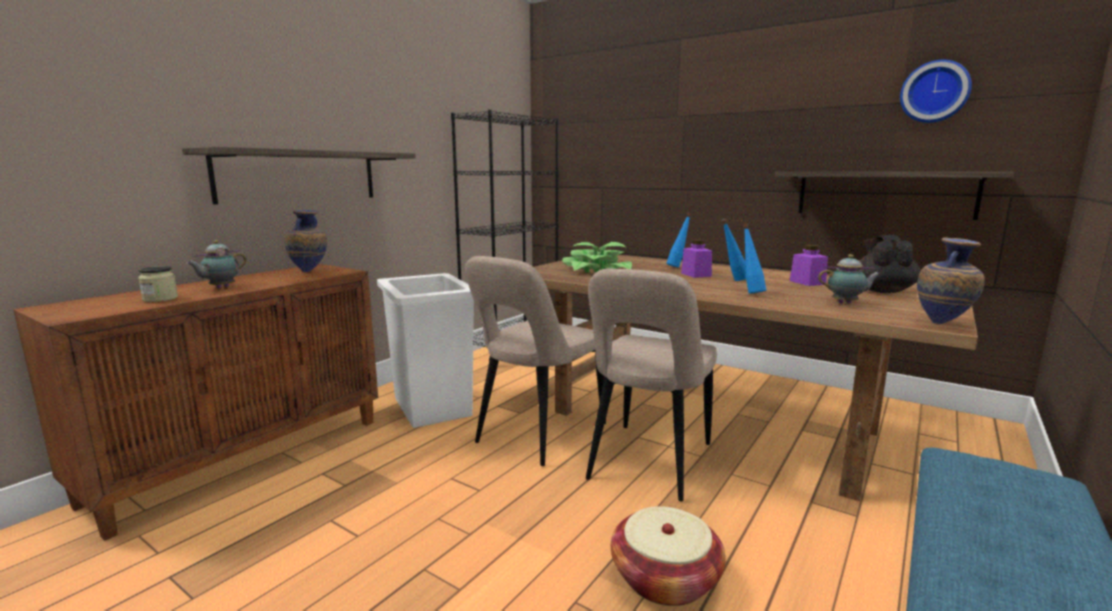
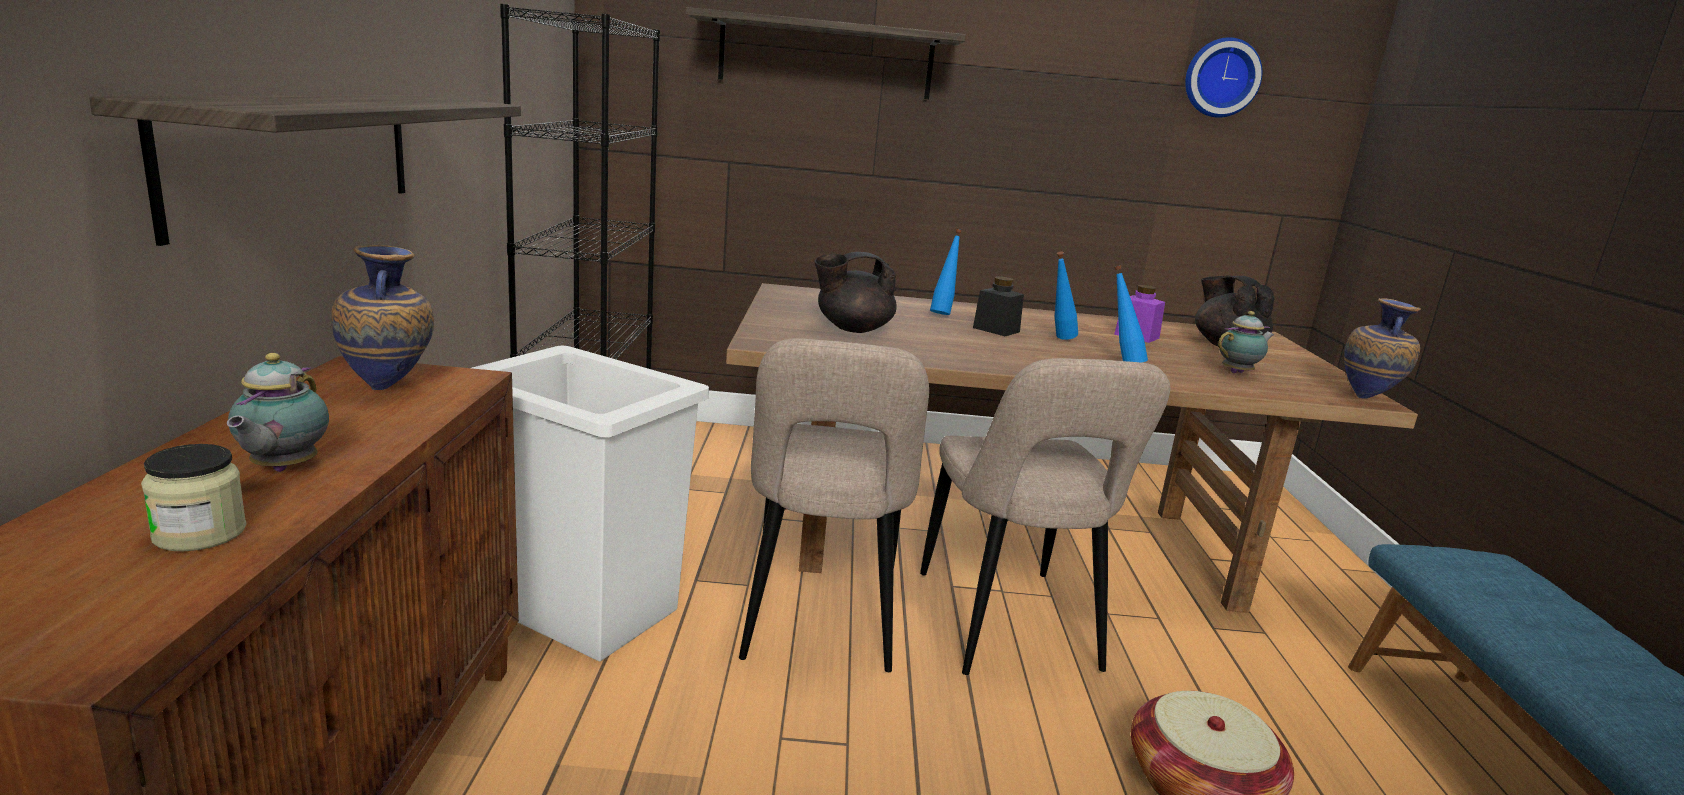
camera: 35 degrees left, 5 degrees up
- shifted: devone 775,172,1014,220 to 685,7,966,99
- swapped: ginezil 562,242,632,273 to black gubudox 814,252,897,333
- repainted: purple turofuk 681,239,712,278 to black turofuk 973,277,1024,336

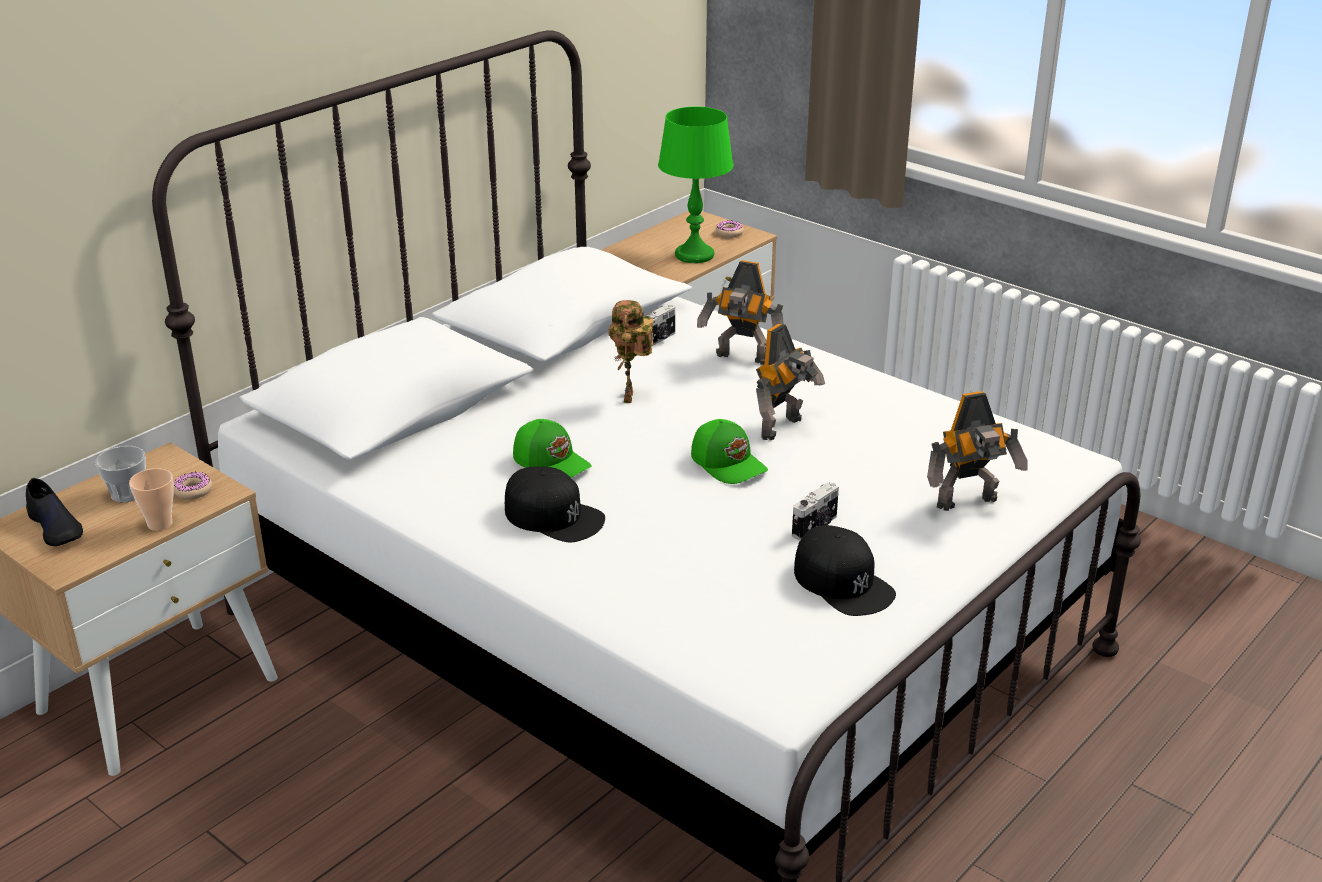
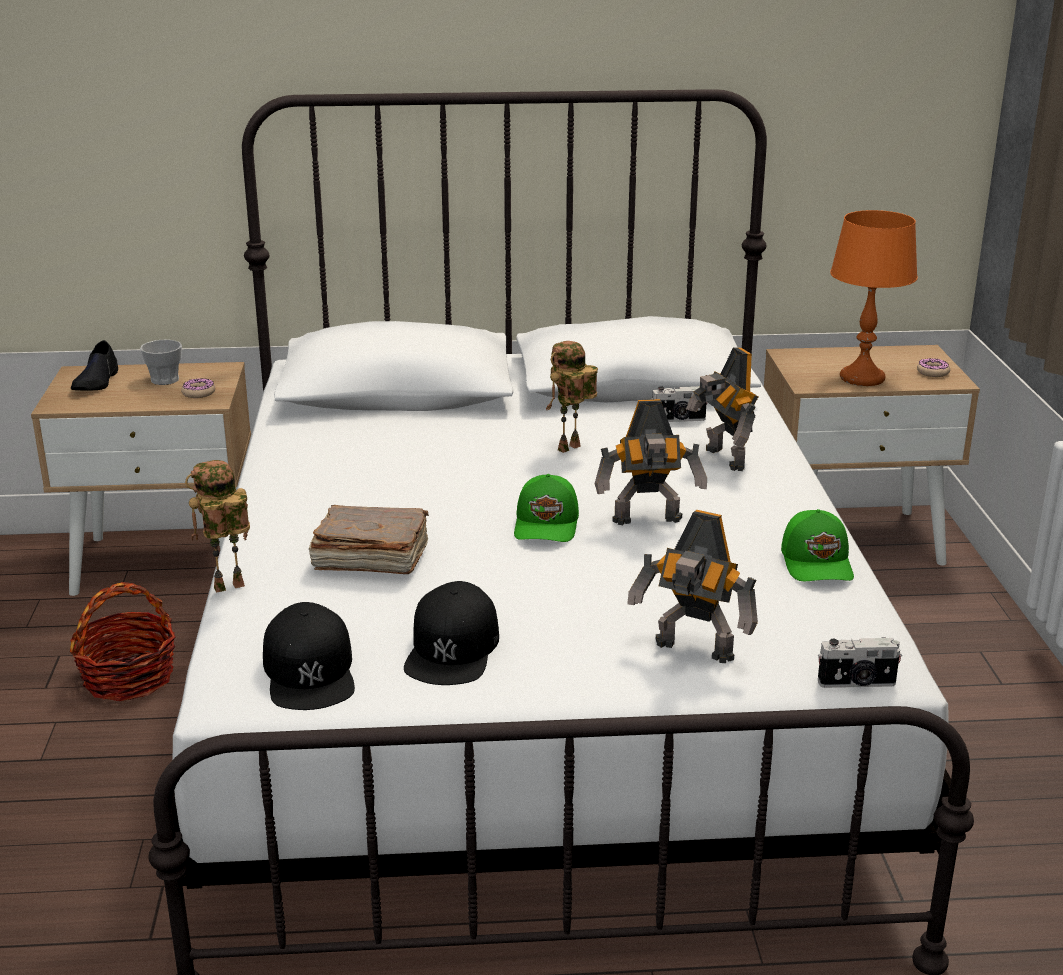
camera: 45 degrees right, 5 degrees down
- new: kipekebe 70,582,175,701
- new: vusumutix 185,460,250,593
- shifted: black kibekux 505,467,605,542 to 263,602,355,710
- new: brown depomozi 309,505,429,574
- shifted: green kibekux 513,419,592,478 to 781,509,854,581
- shifted: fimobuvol 792,482,839,540 to 818,637,902,688
- repainted: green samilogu 658,107,734,263 to orange samilogu 830,210,918,386
- gone: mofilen 129,468,174,531

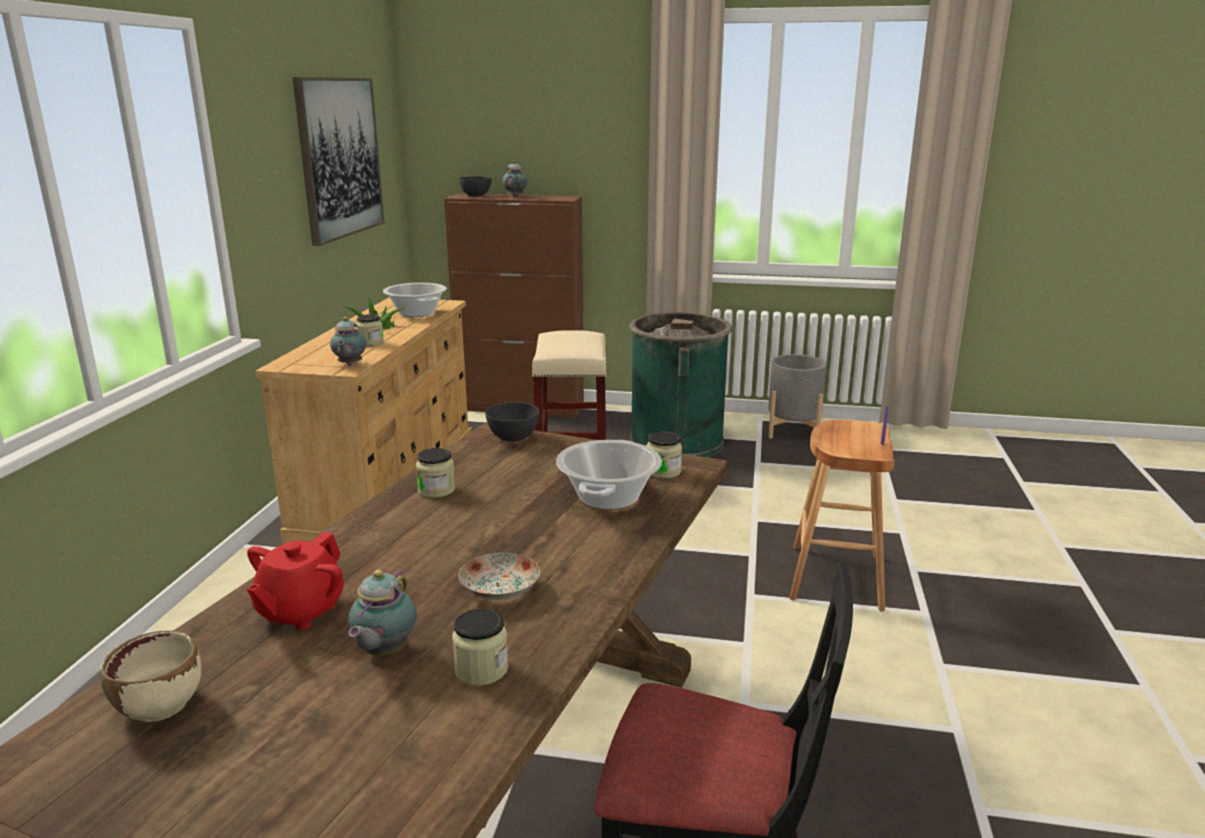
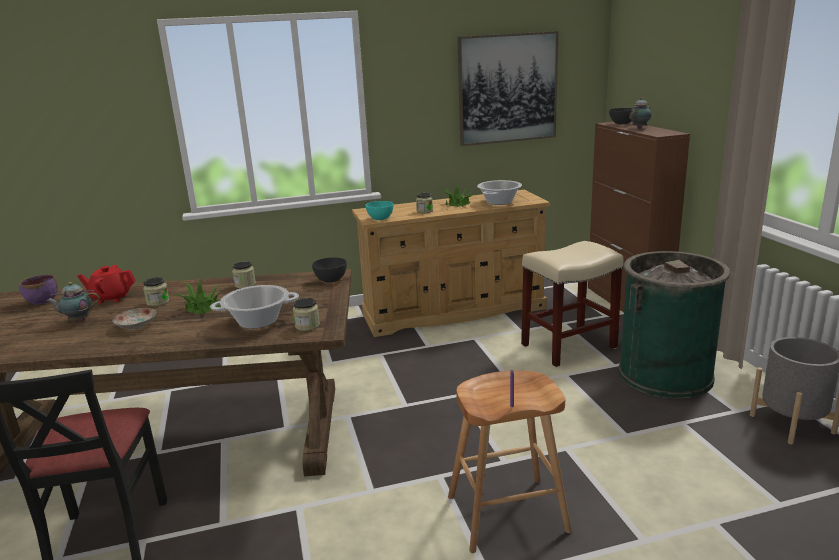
camera: 65 degrees right, 0 degrees up
- repainted: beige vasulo 100,631,201,722 to purple vasulo 19,274,58,304
- shifted: turofuk 452,609,508,686 to 143,277,170,306
- new: ginezil 175,277,221,314
- swapped: gubudox 330,317,366,366 to turquoise vasulo 365,201,393,220

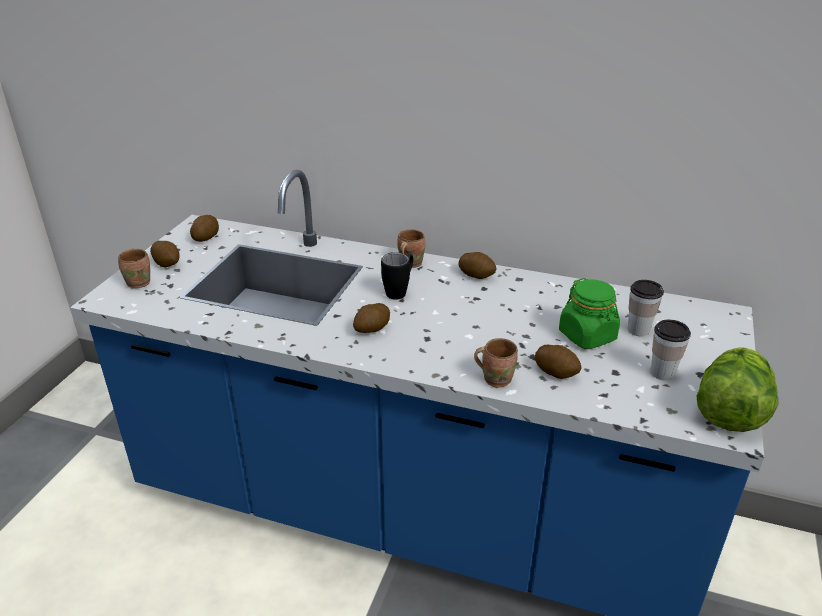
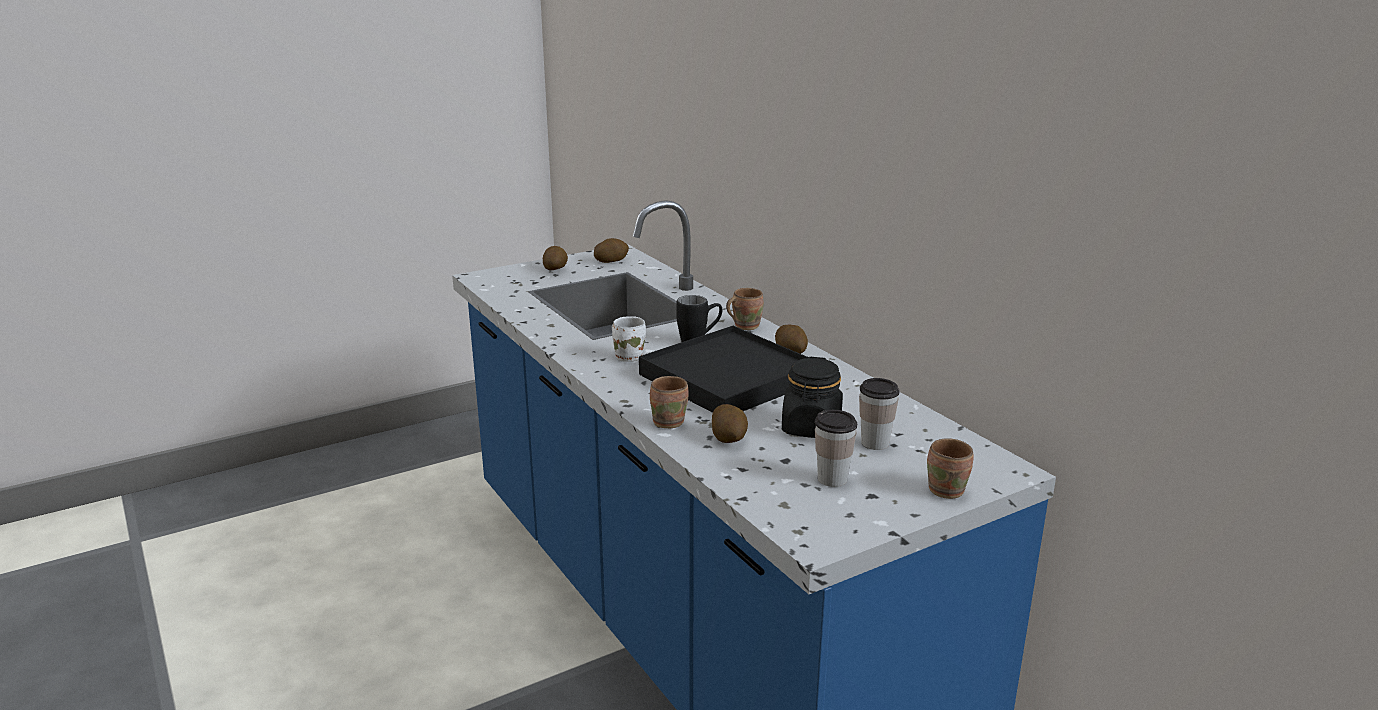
camera: 40 degrees right, 10 degrees down
- swapped: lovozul 353,303,390,333 to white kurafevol 612,316,646,362
- new: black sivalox 639,326,809,413
- repainted: green turofuk 559,278,620,349 to black turofuk 782,357,843,438
- shifted: brown kurafevol 118,249,150,288 to 927,438,973,499
- gone: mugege 696,347,778,432

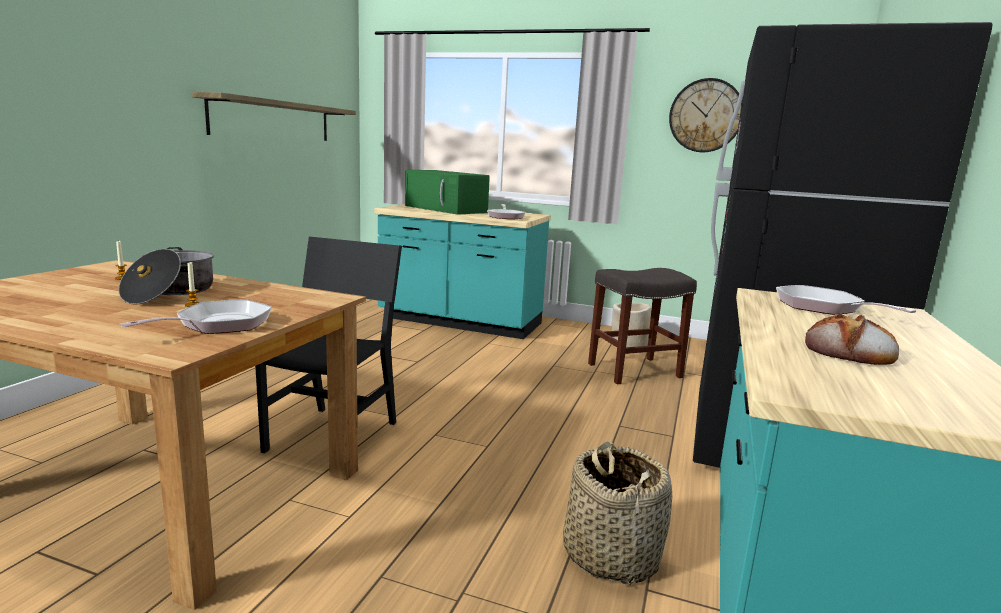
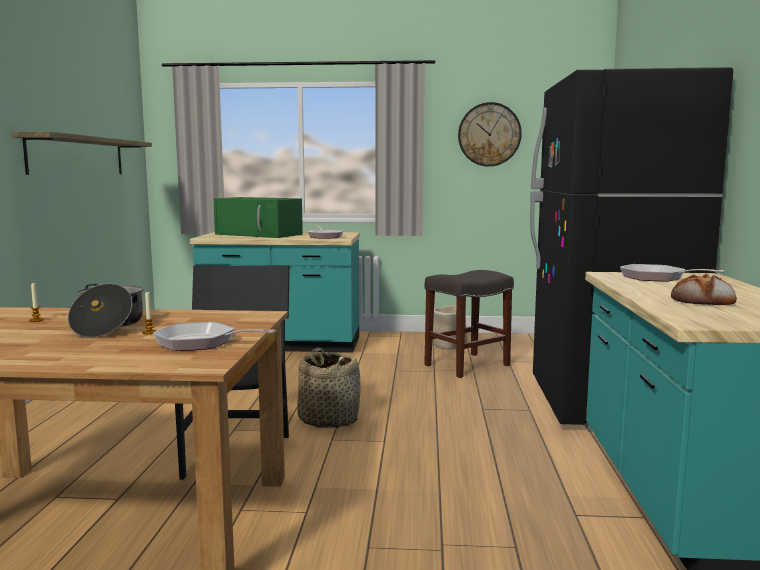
camera: 15 degrees left, 5 degrees down
- rotated: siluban 120,299,272,334 = 153,322,277,351 90 degrees counterclockwise
- shifted: kipekebe 563,441,672,585 to 297,347,361,428

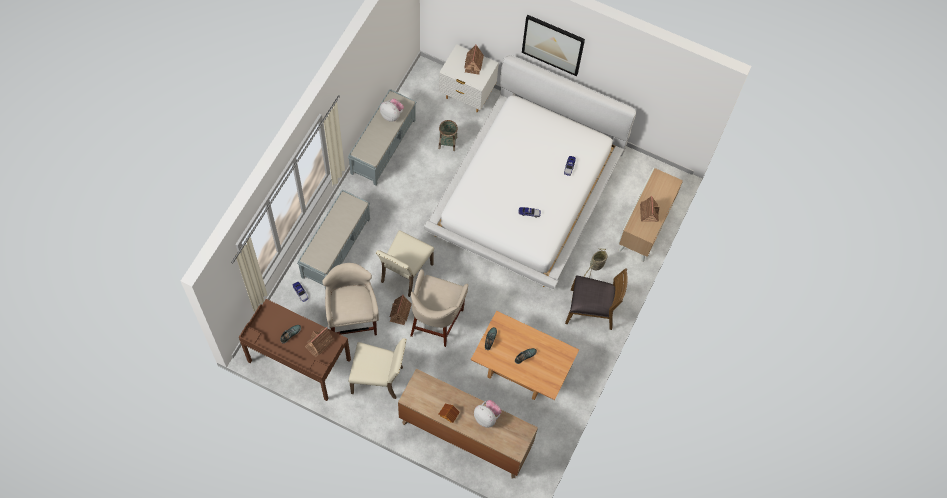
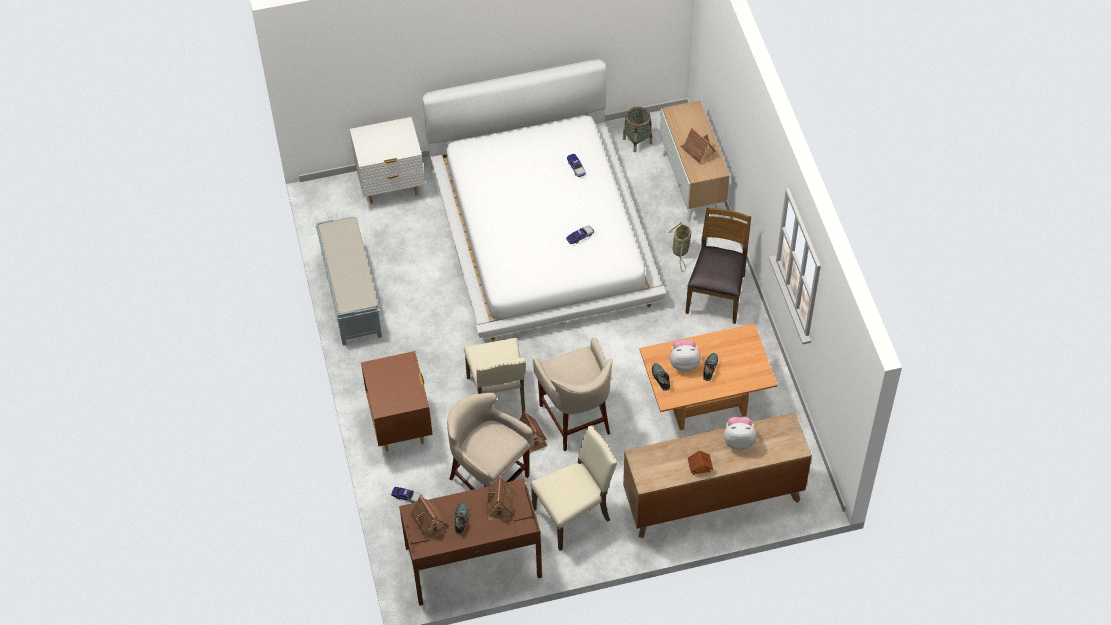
camera: 35 degrees left, 10 degrees down
- swapped: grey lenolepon 297,189,370,289 to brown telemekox 361,351,432,452
- shifted: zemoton 464,44,484,75 to 410,496,448,539
- shifted: kipekebe 438,120,458,151 to 623,107,652,152
- shifted: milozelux 380,98,404,122 to 670,340,701,372
- rotated: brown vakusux 565,268,628,330 = 685,208,751,324 45 degrees counterclockwise
- gone: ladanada 522,15,585,76

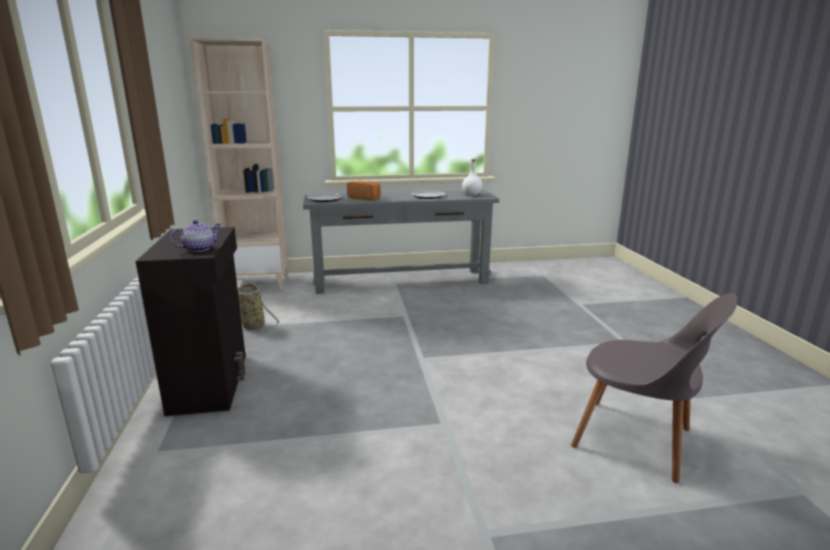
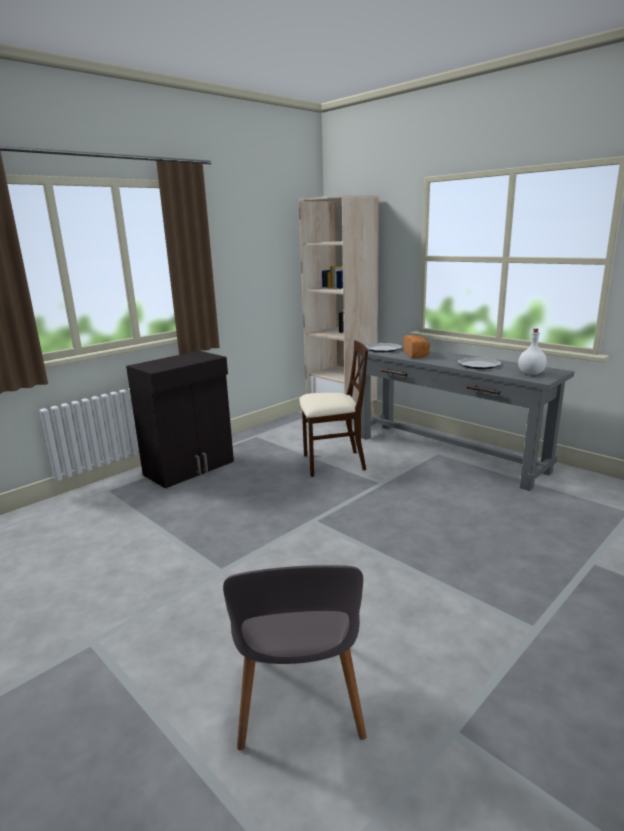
camera: 55 degrees right, 0 degrees up
- new: beige vakusux 299,340,368,477
- gone: gubudox 170,220,221,252
- gone: kipekebe 238,283,279,333

